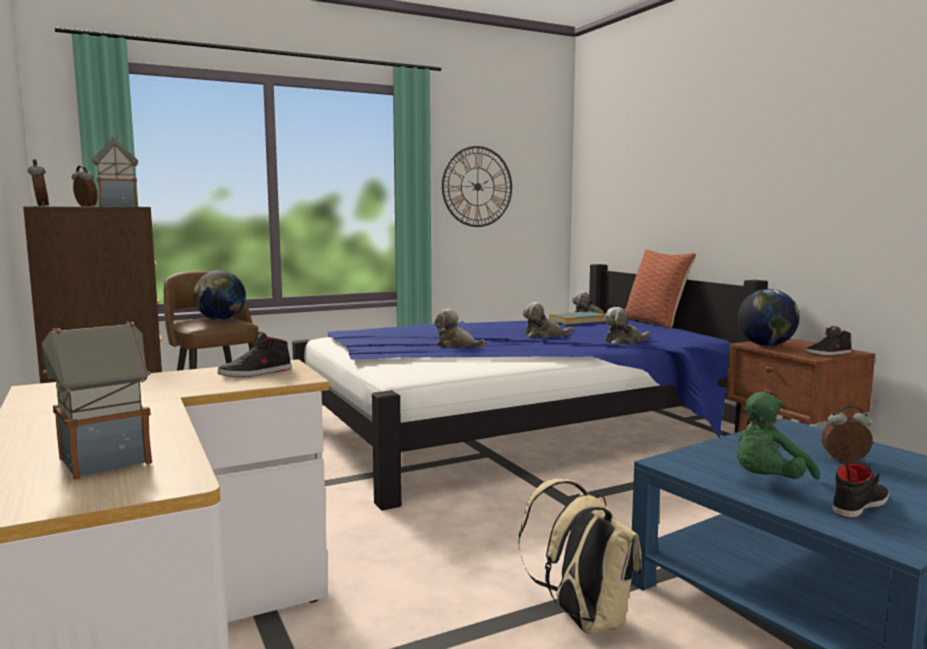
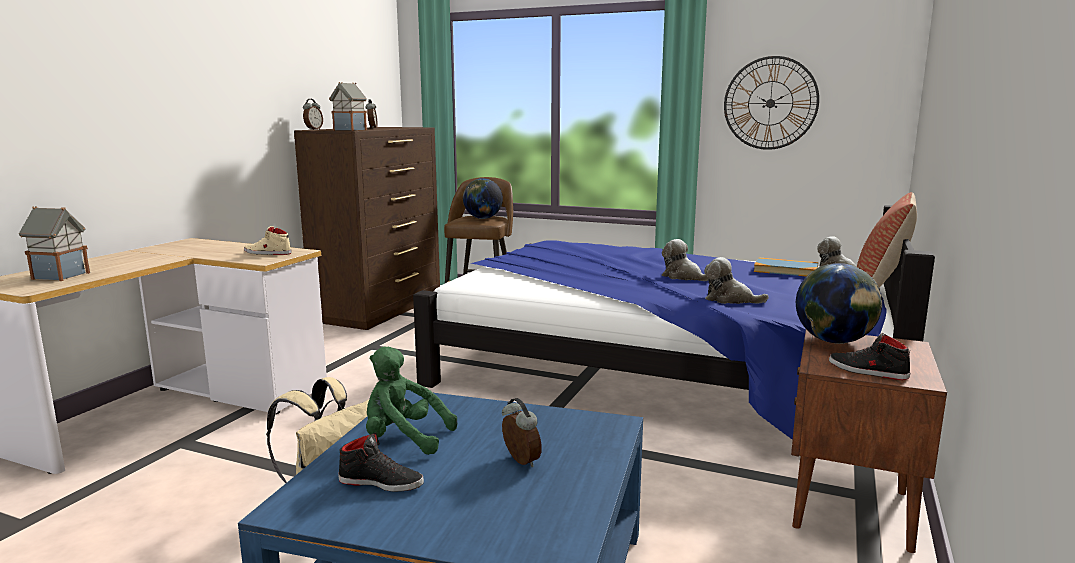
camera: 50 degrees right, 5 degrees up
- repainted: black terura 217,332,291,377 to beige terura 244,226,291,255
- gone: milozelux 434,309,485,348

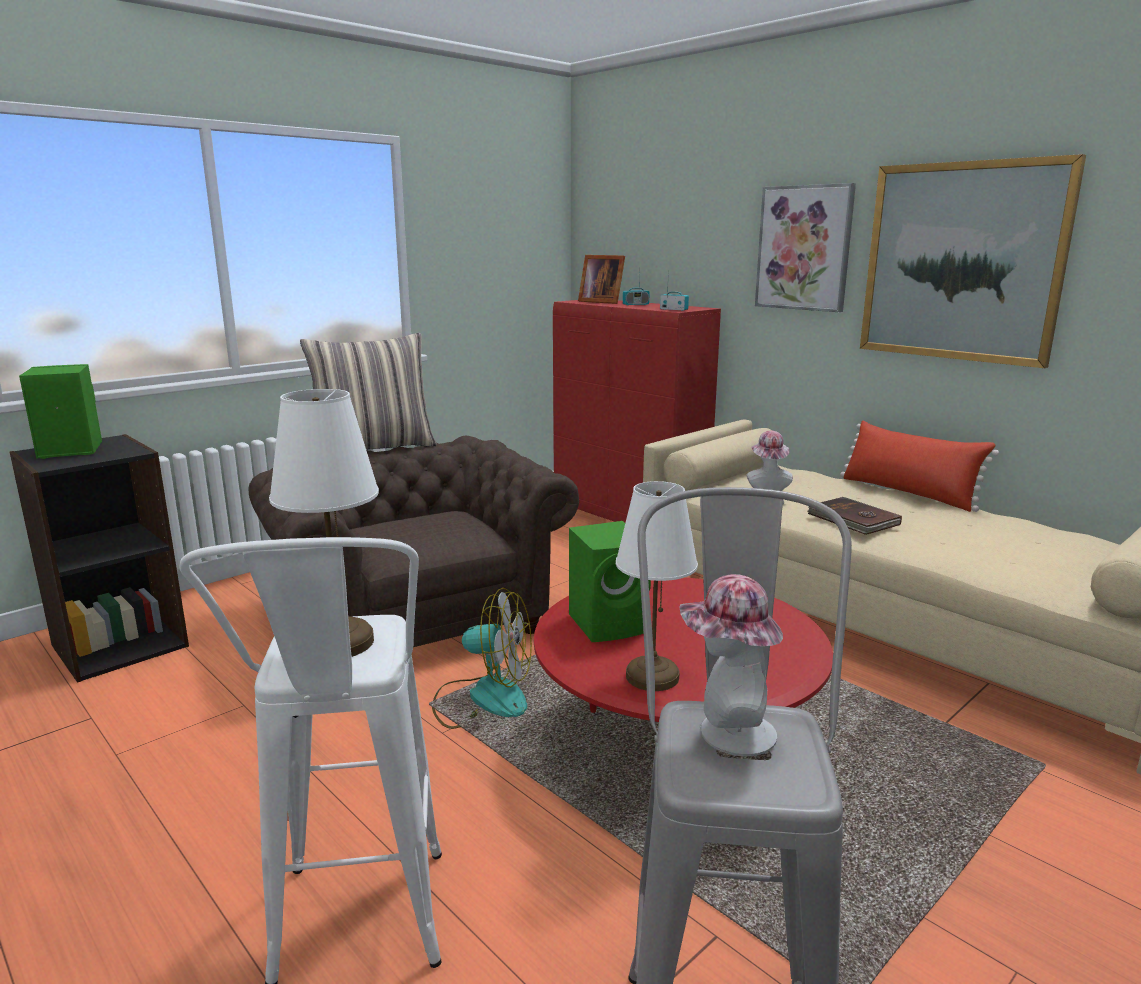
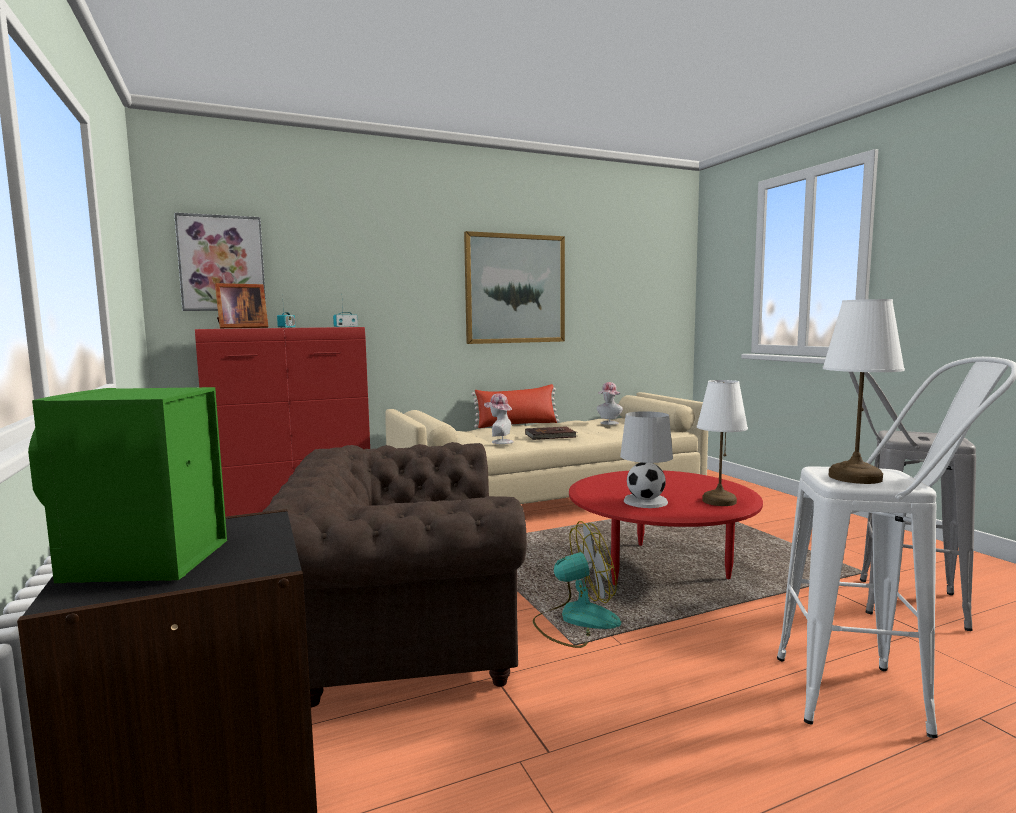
camera: 70 degrees left, 10 degrees down
- shifted: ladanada 755,183,856,312 to 174,212,266,311
- rotated: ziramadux 432,588,532,729 = 533,521,621,648 45 degrees clockwise
- shifted: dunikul 680,574,783,756 to 597,382,623,425
- swapped: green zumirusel 569,521,651,642 to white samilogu 620,411,673,508
- gone: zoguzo 300,333,437,450

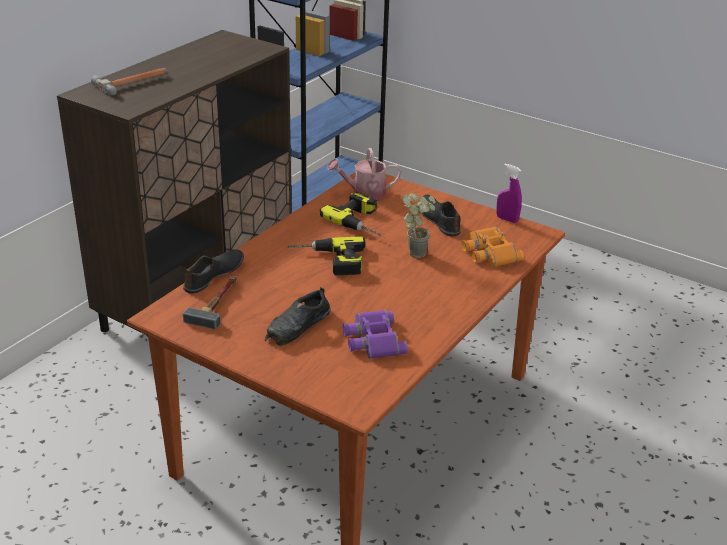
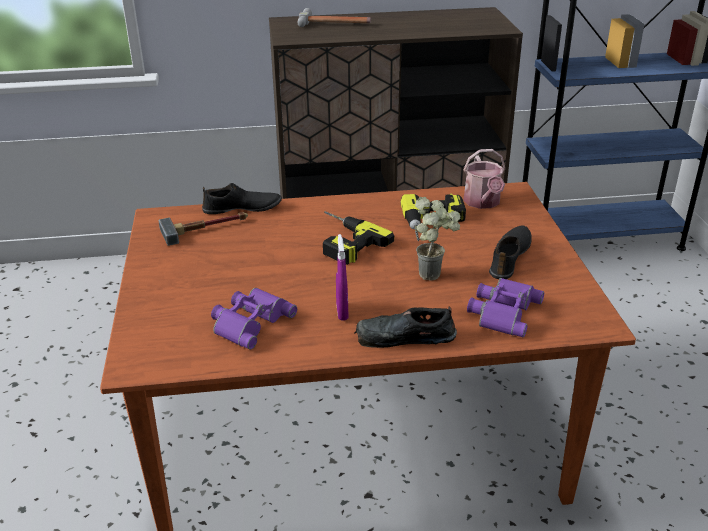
camera: 50 degrees right, 0 degrees up
- shifted: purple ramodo 496,164,522,223 to 336,234,349,321
- shifted: black terura 265,287,331,346 to 354,306,457,348
- rotated: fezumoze 327,148,401,199 = 463,149,505,209 135 degrees counterclockwise
- repainted: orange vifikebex 461,227,524,267 to purple vifikebex 467,278,544,337

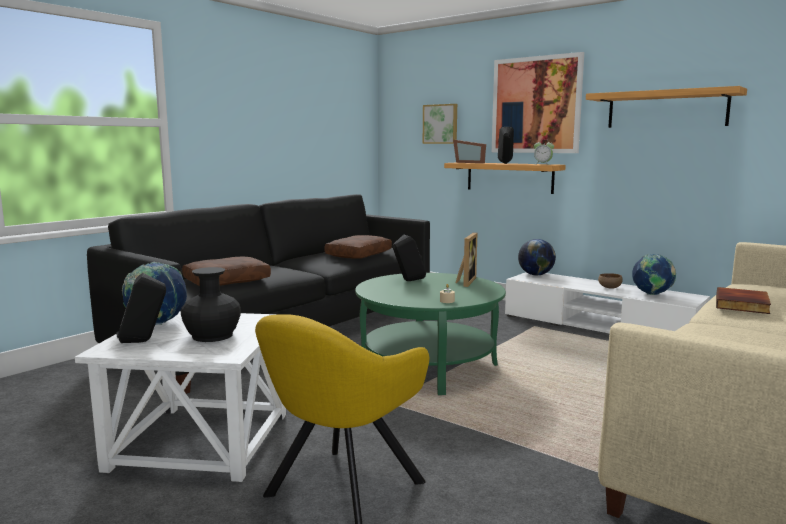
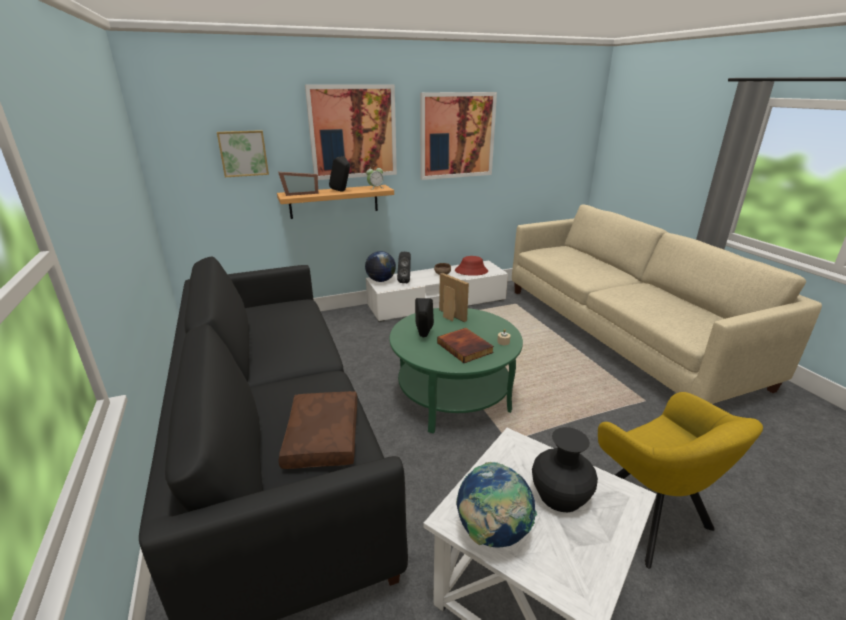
camera: 60 degrees left, 15 degrees up
- shifted: black zumirusel 116,273,166,343 to 397,252,411,283
- swapped: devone 586,86,747,128 to ladanada 420,92,497,180
- shifted: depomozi 716,287,771,314 to 437,328,494,363
- swapped: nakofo 632,254,676,295 to red dunikul 455,256,488,276
- gone: brown zoguzo 324,235,392,259

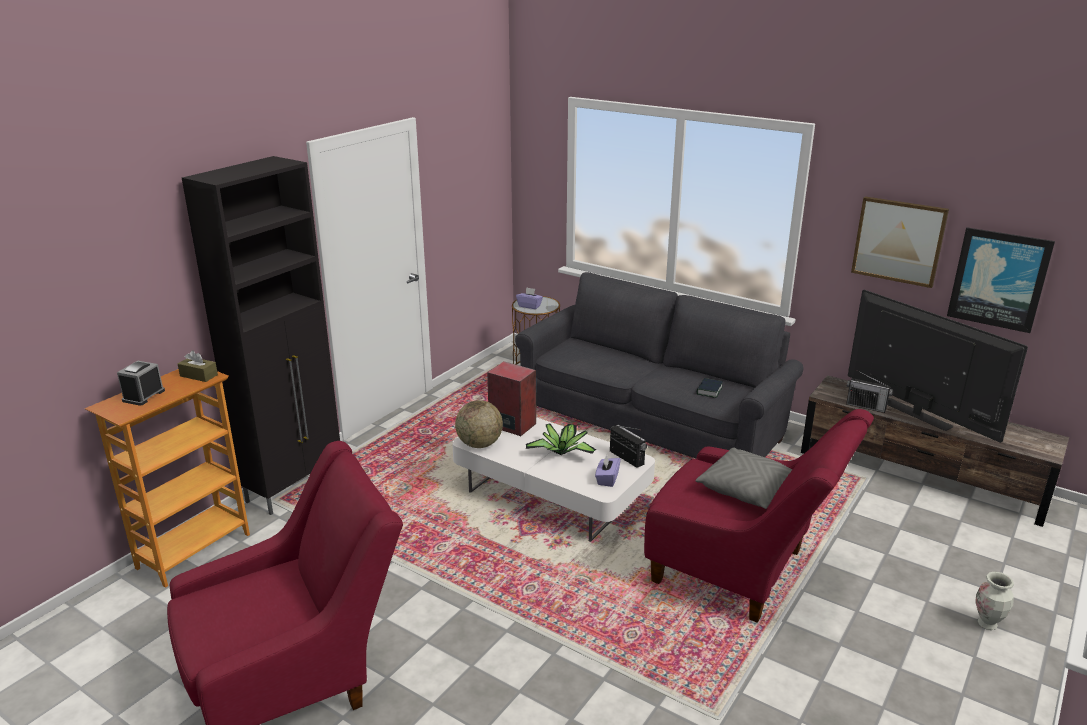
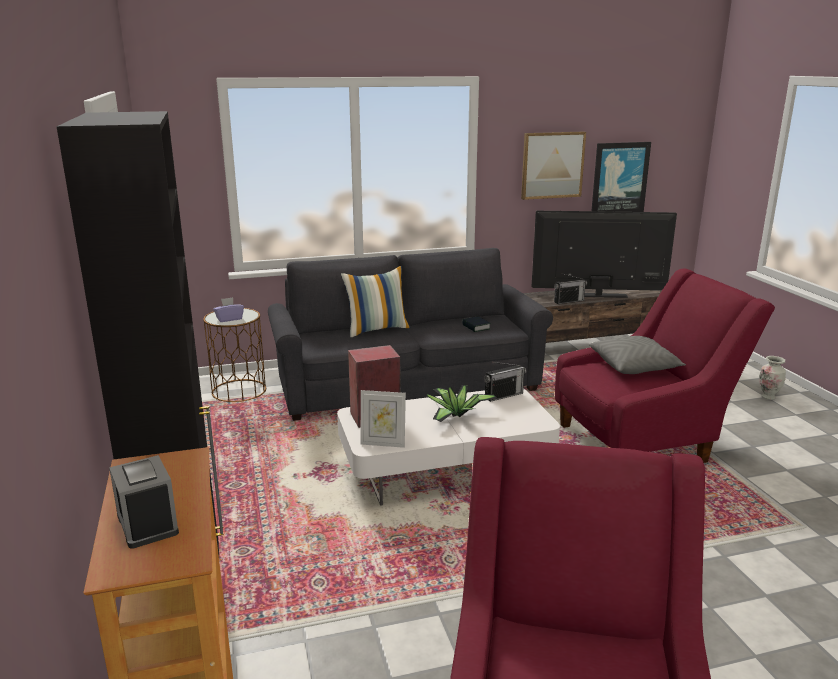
camera: 50 degrees left, 5 degrees down
- new: zoguzo 341,266,410,337
- swapped: nakofo 455,400,503,448 to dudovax 360,390,406,448
- rotated: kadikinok 610,425,647,467 = 484,362,526,402 150 degrees clockwise
- gone: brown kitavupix 178,351,218,382
- gone: purple kitavupix 595,455,621,487

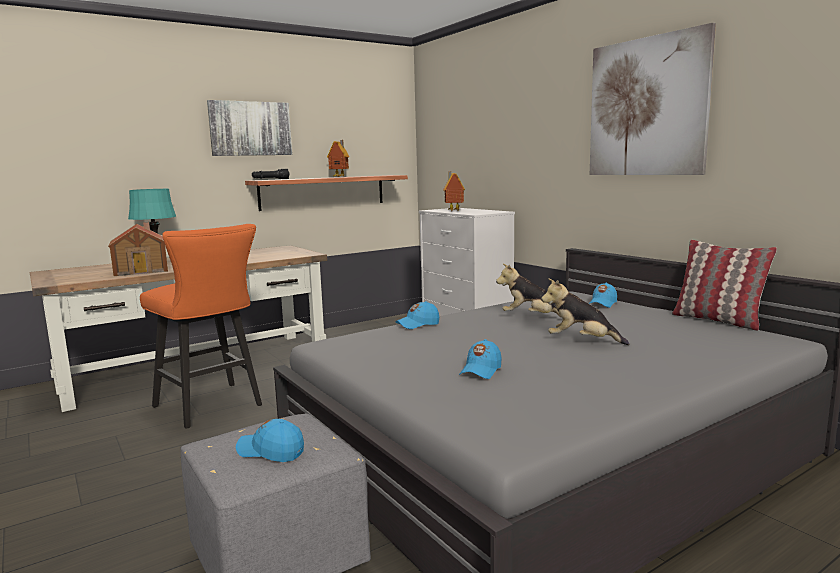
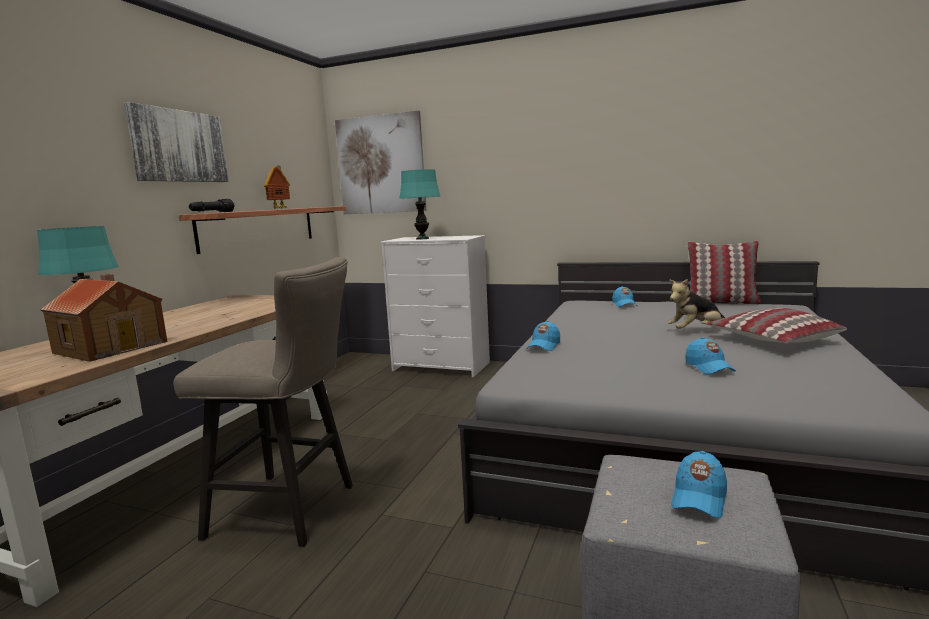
camera: 35 degrees left, 0 degrees up
- repainted: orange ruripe 140,224,262,429 to beige ruripe 173,257,353,547
- shifted: ladanada 590,23,716,175 to 335,110,426,214
- swapped: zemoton 443,172,465,211 to turquoise samilogu 399,169,441,240
- rotated: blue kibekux 236,419,304,462 = 671,451,727,518 45 degrees counterclockwise
- new: zoguzo 707,308,847,343
- gone: milozelux 496,264,562,318

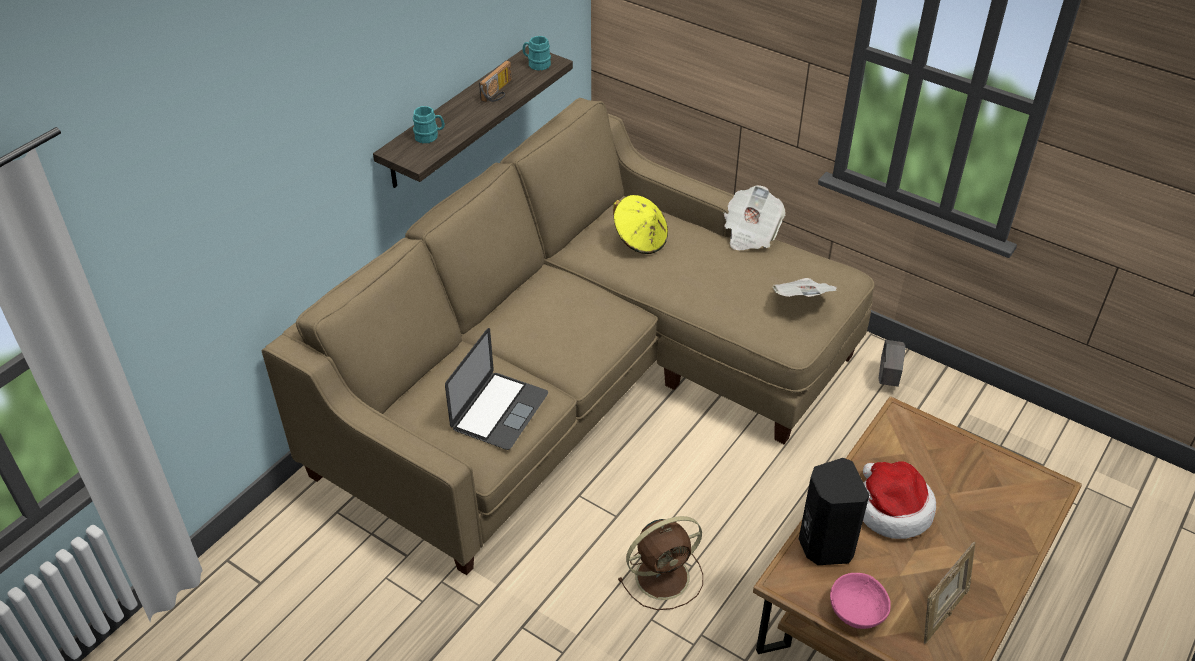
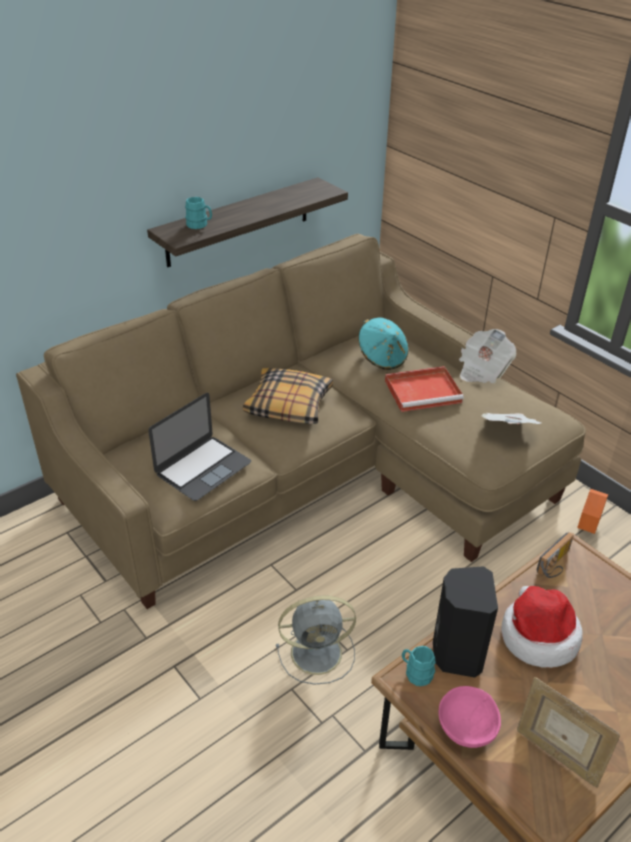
camera: 15 degrees right, 5 degrees down
- new: zoguzo 243,368,333,424
- repainted: brown ziramadux 618,516,703,610 to grey ziramadux 276,595,356,685
- repainted: yellow dunikul 613,195,668,254 to turquoise dunikul 359,317,409,370
- new: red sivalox 385,366,464,412
- shifted: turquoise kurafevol 523,36,551,71 to 402,646,436,686
- rotated: dudovax 924,542,975,644 = 517,677,620,788 75 degrees clockwise
- shifted: kadikinok 479,61,512,102 to 537,532,574,578
- repainted: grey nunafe 878,340,906,387 to orange nunafe 577,489,608,534

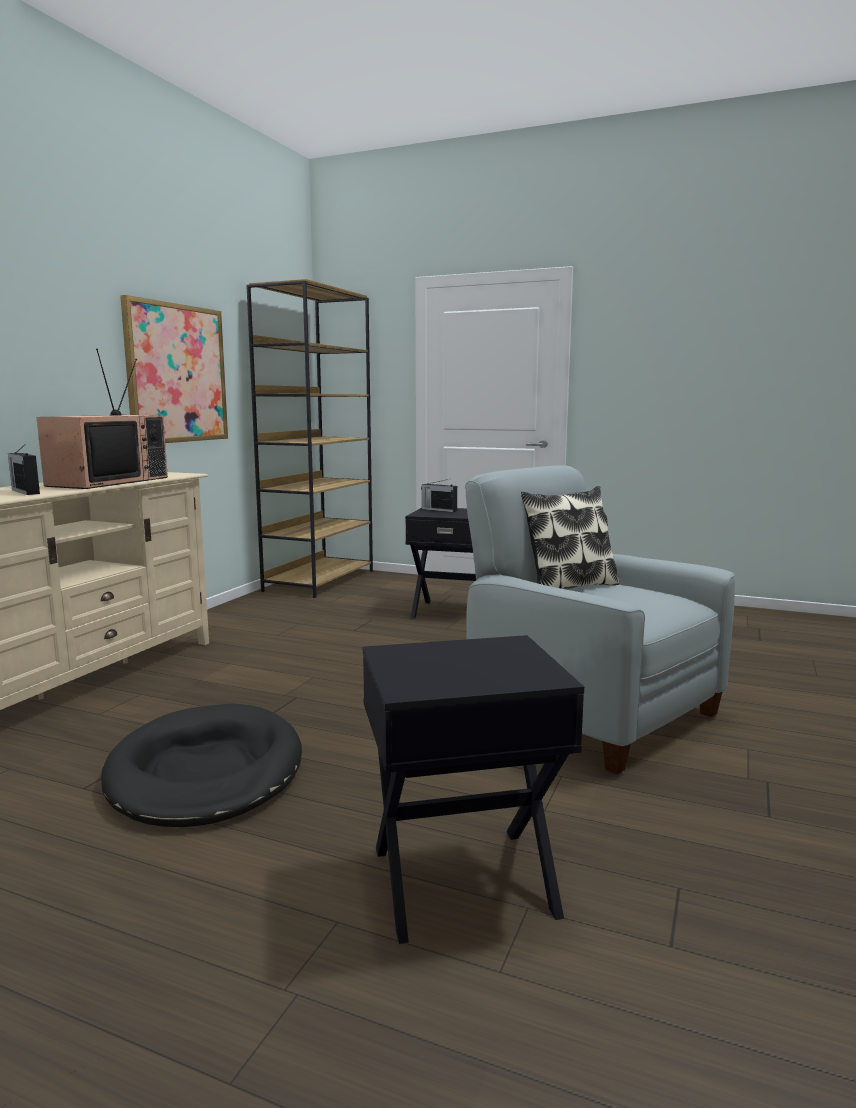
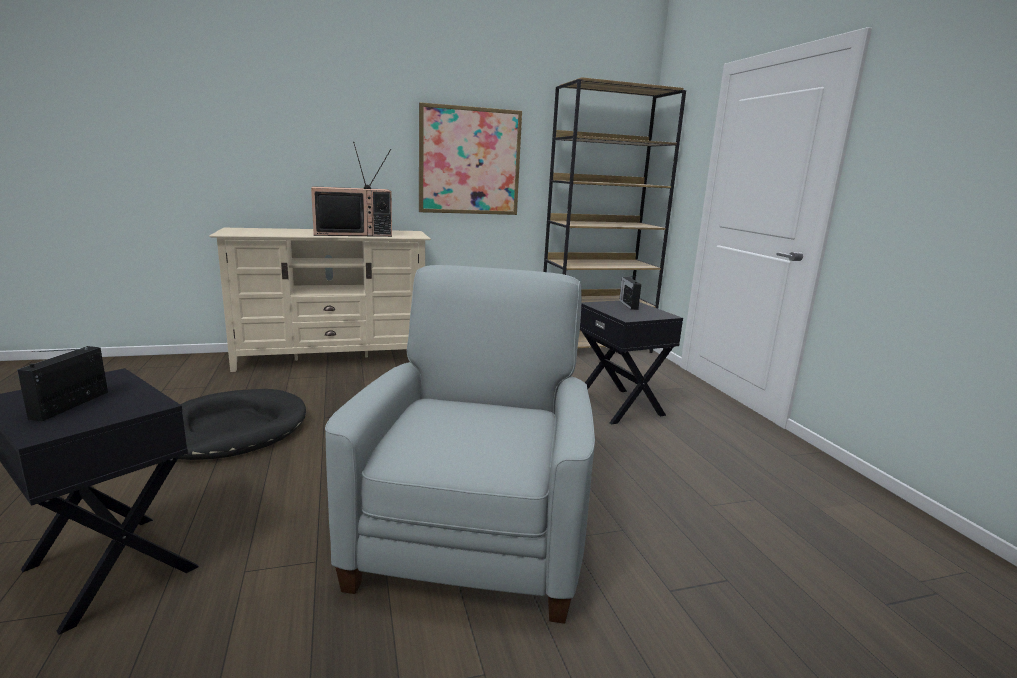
camera: 50 degrees right, 5 degrees up
- shifted: kadikinok 8,445,40,495 to 17,346,108,421
- gone: zoguzo 521,486,620,589

